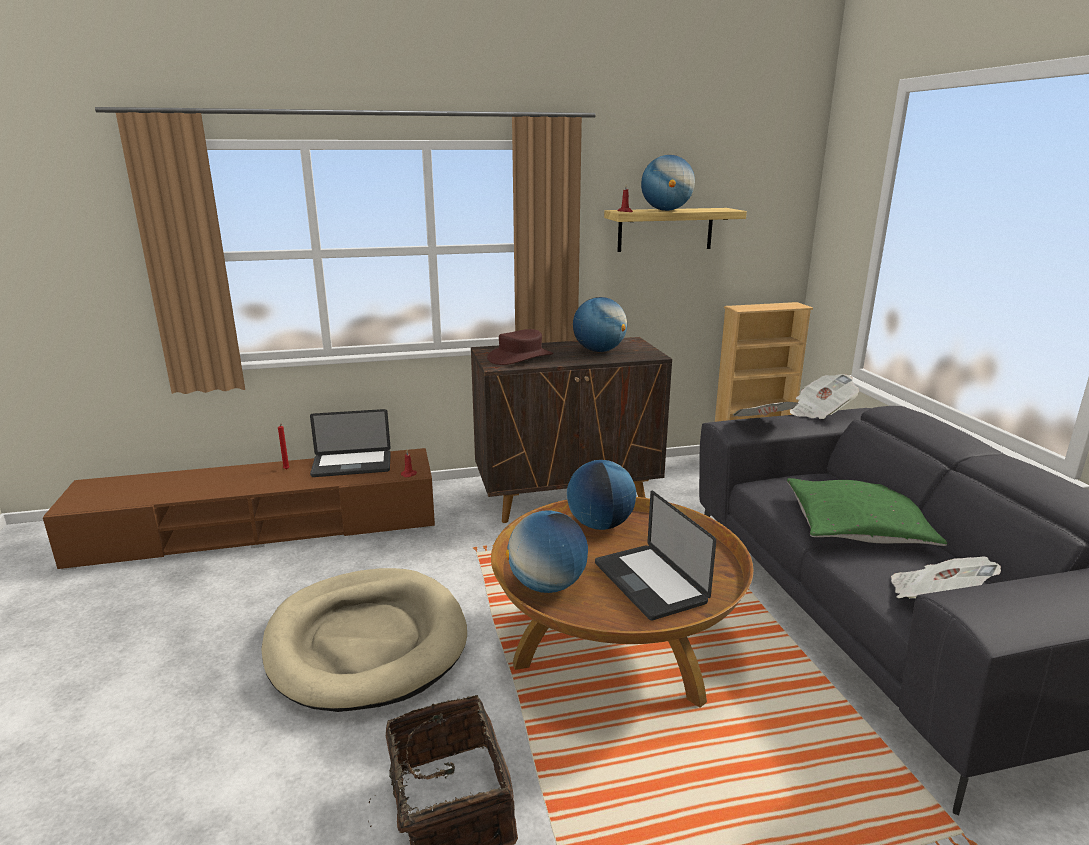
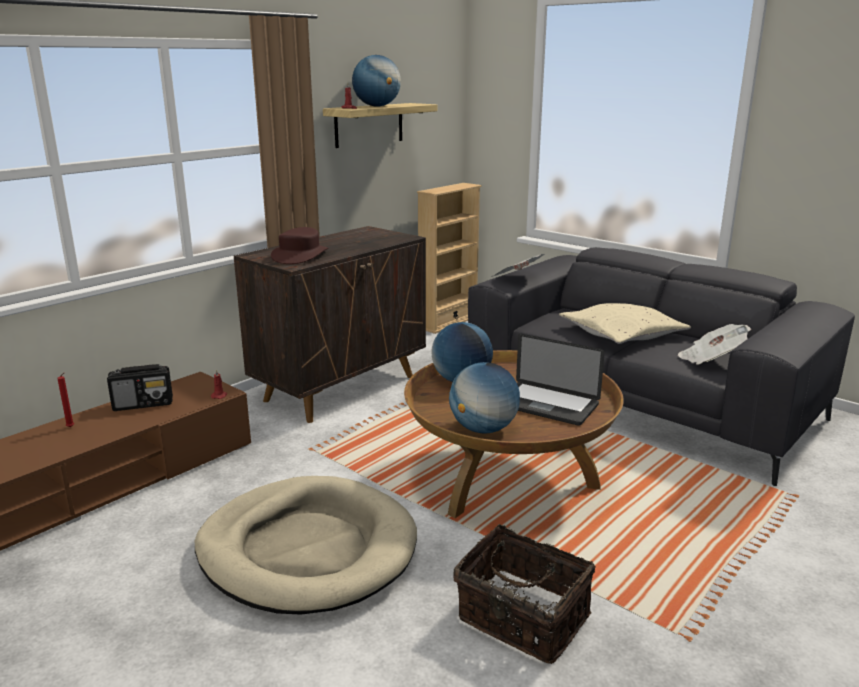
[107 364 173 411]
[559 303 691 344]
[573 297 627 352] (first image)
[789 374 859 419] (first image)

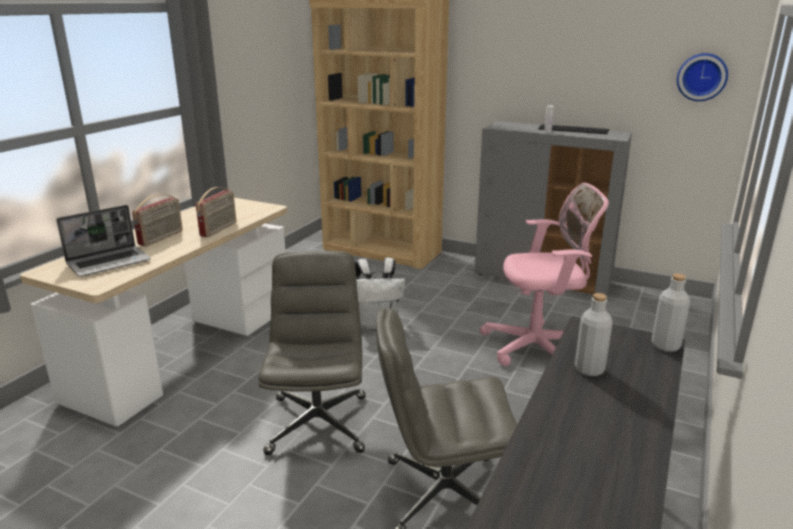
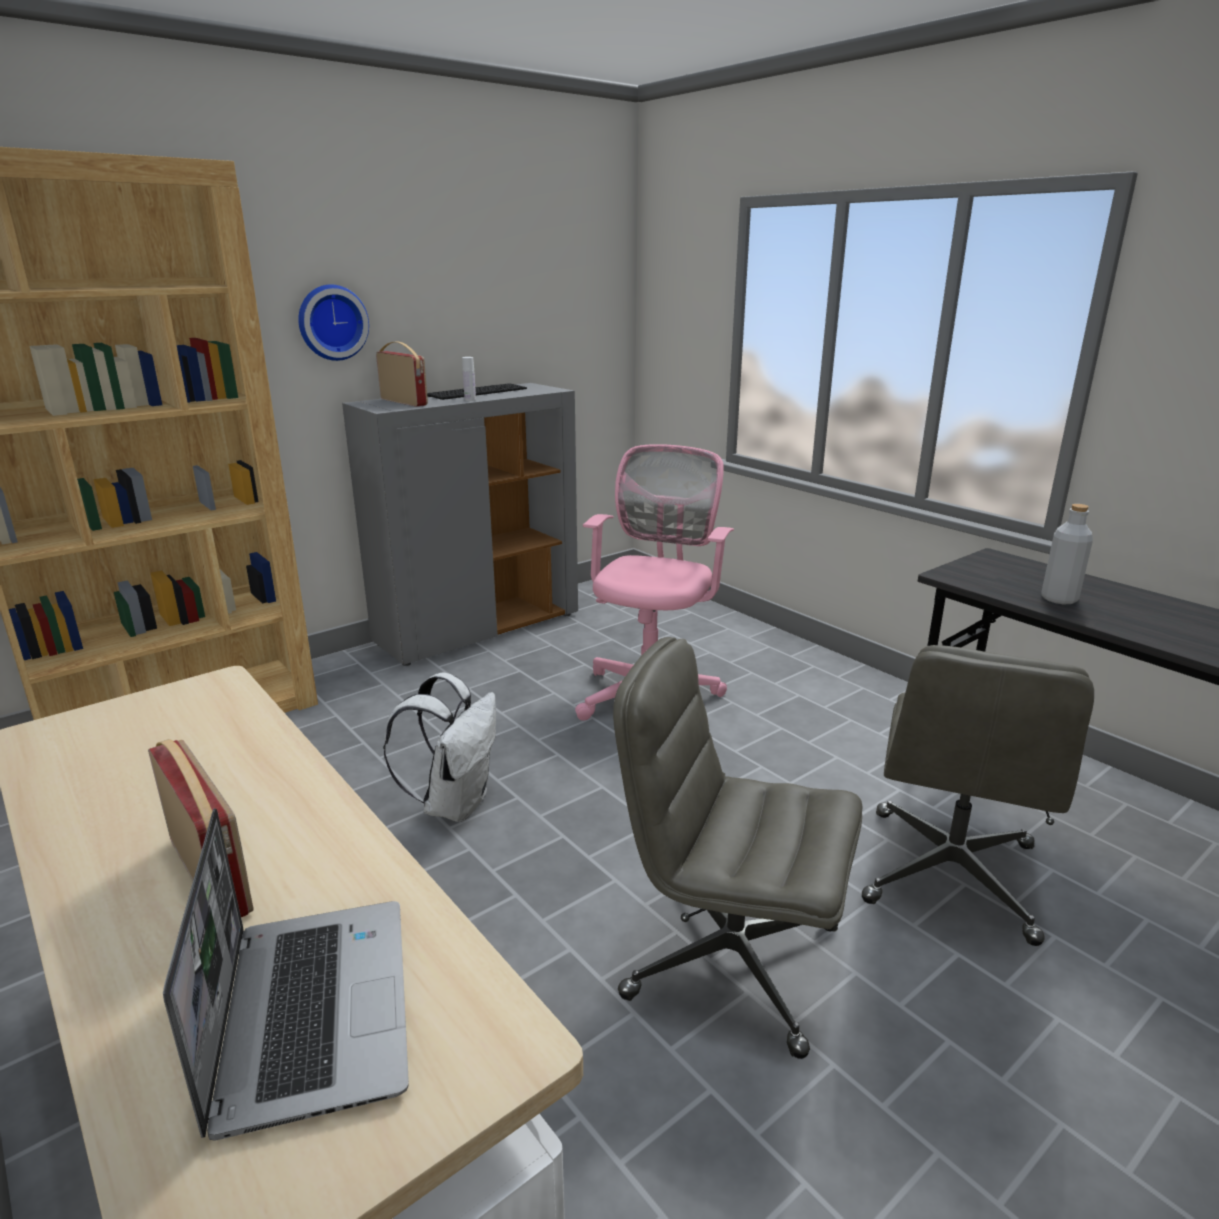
[298 284 369 361]
[376 341 428 407]
[652 273 690 352] (first image)

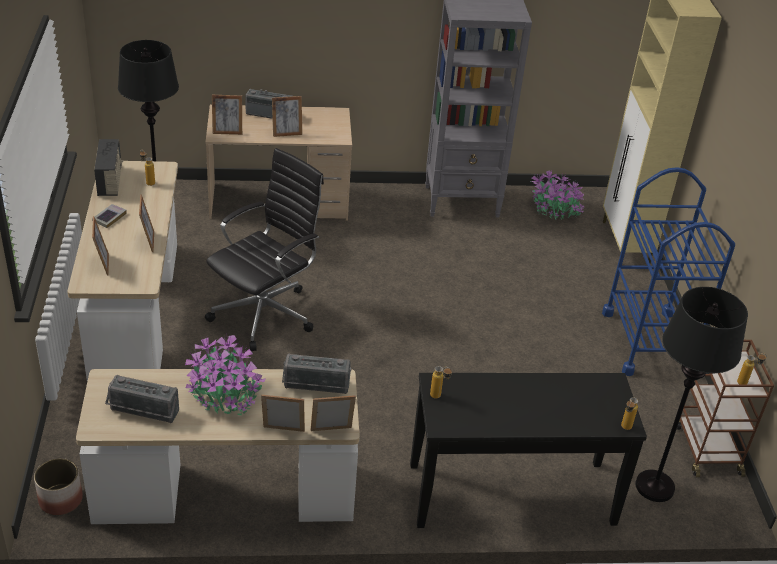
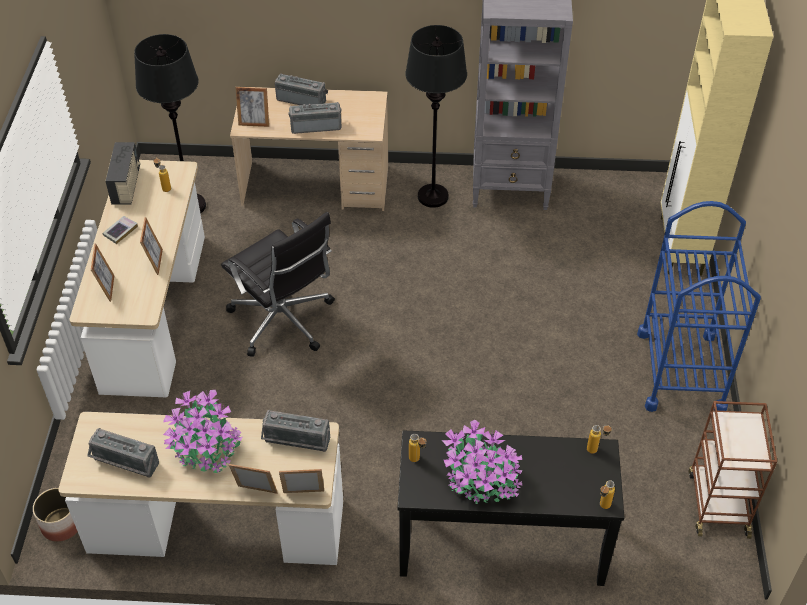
[221 212 335 357]
[288 102 342 134]
[405 25 467 208]
[442 420 523 504]
[587 425 612 454]

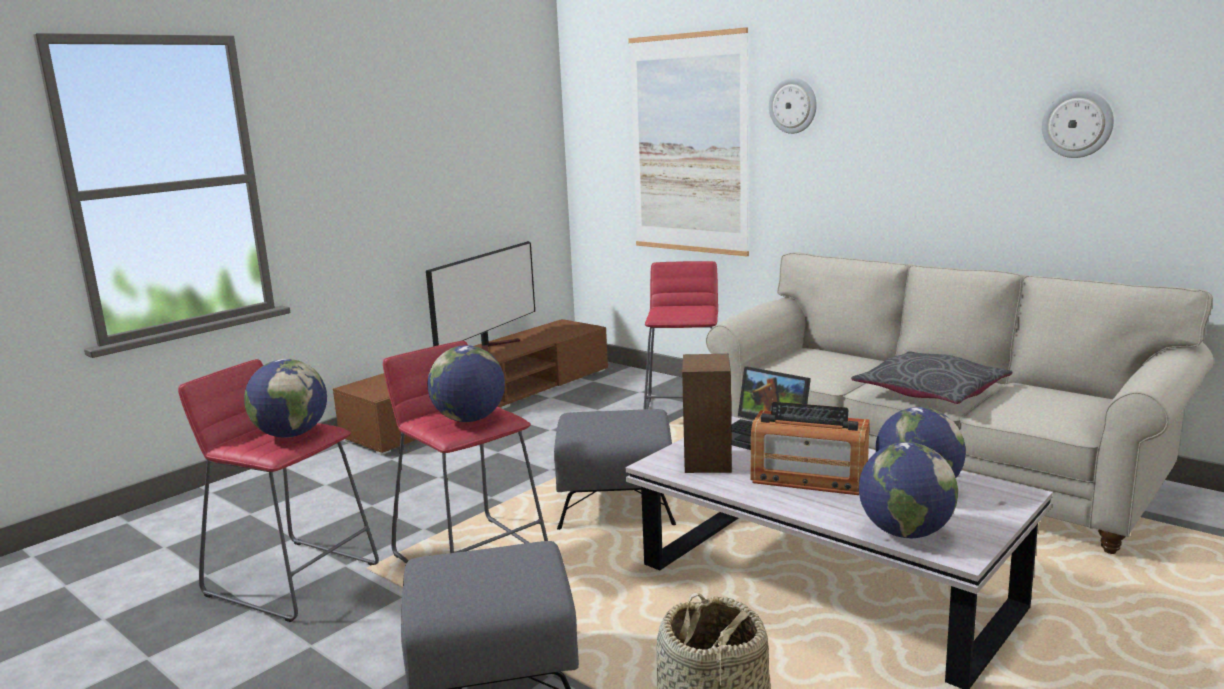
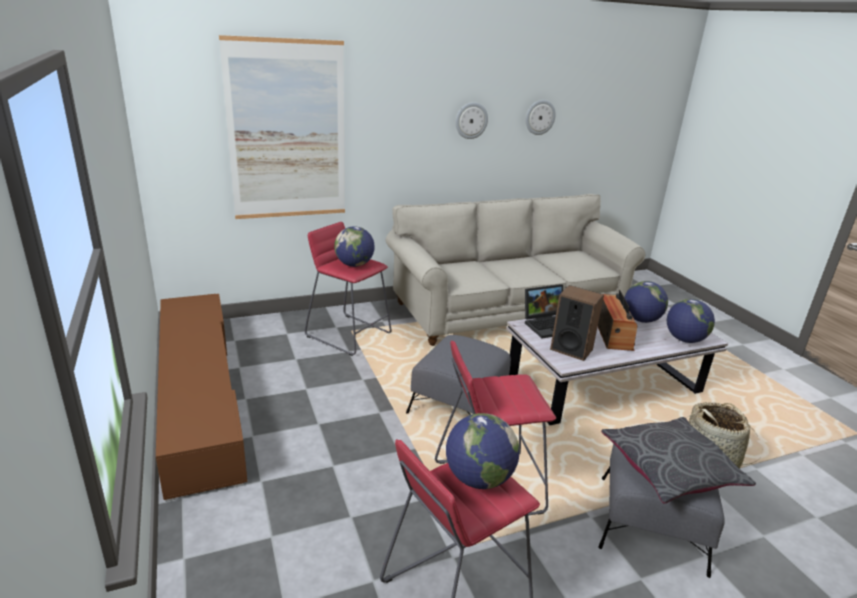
[334 226 375 267]
[455 102 488 139]
[598 290 637 351]
[601 417 756 504]
[426 241 535 352] (first image)

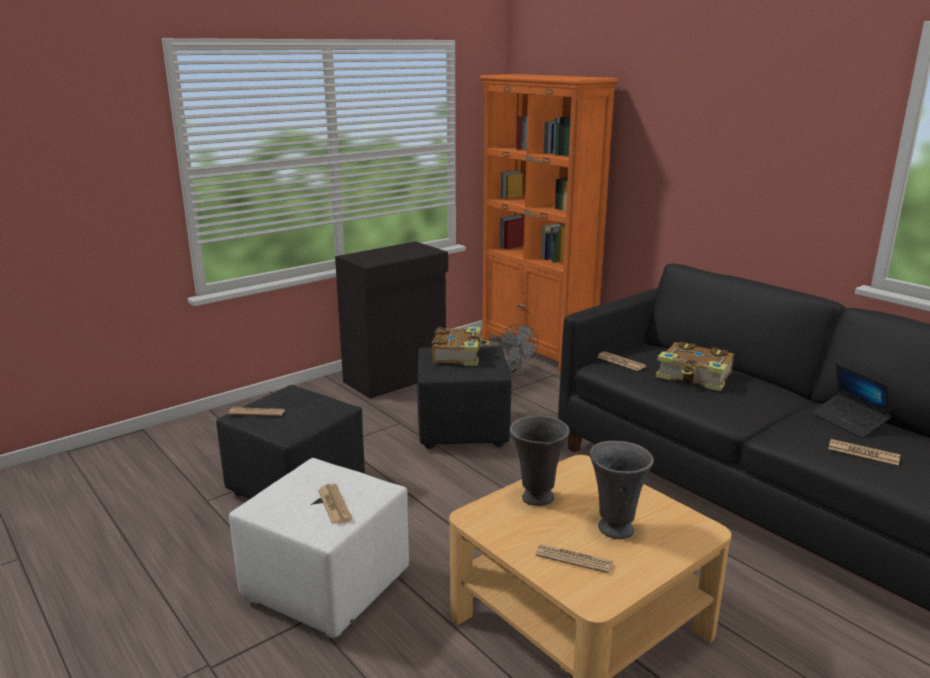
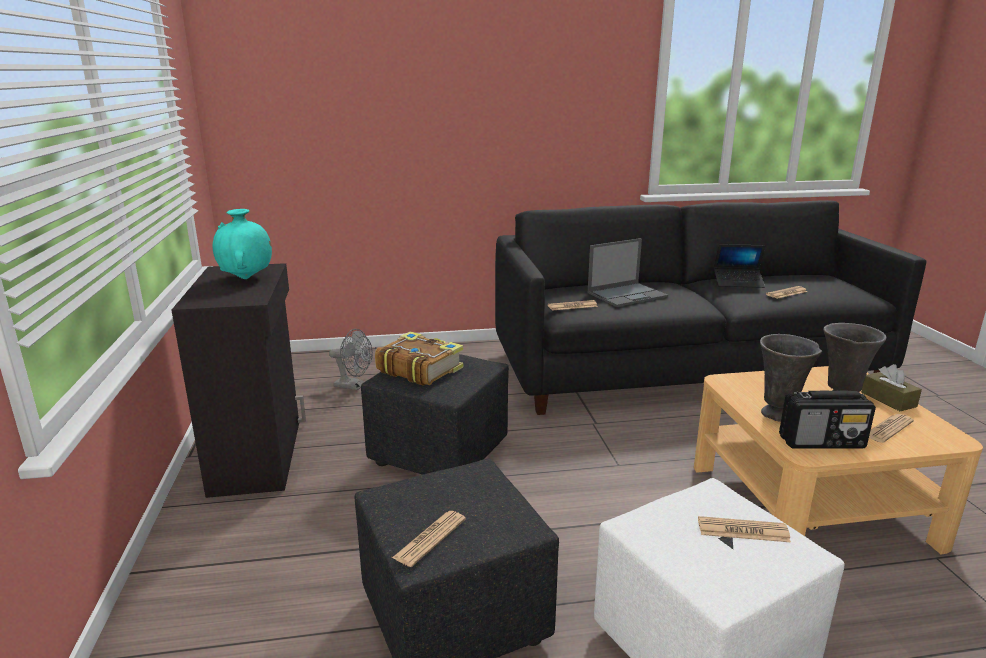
[213 209 272 279]
[587 238 668 307]
[779 390 876 449]
[861 364 922 411]
[479 74 618 373] (first image)

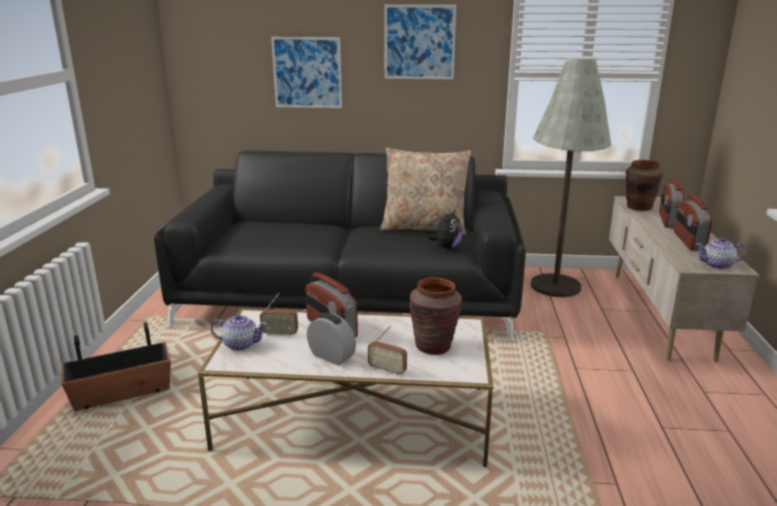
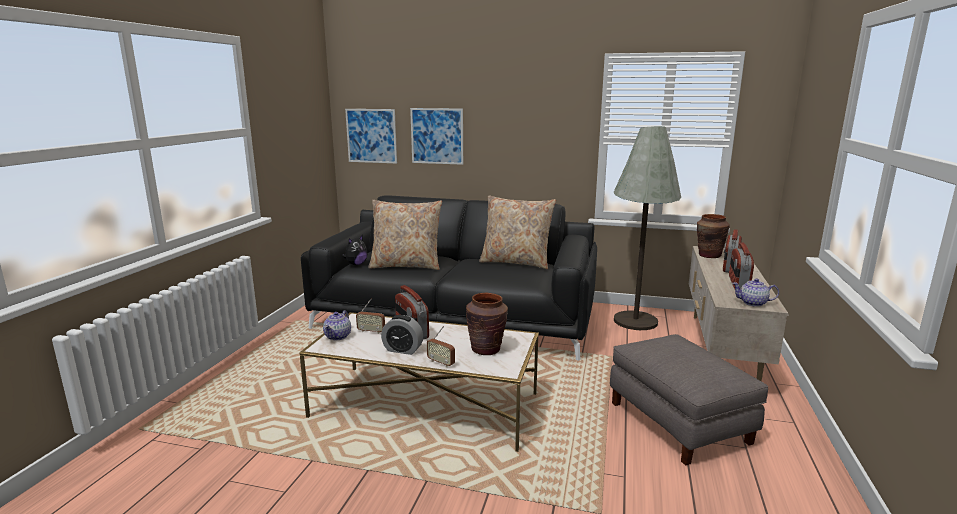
[323 310 351 340]
[342 235 368 265]
[345 109 397 164]
[369 200 442 270]
[381 315 423 355]
[610 334 768 465]
[62 322 171 411] (first image)

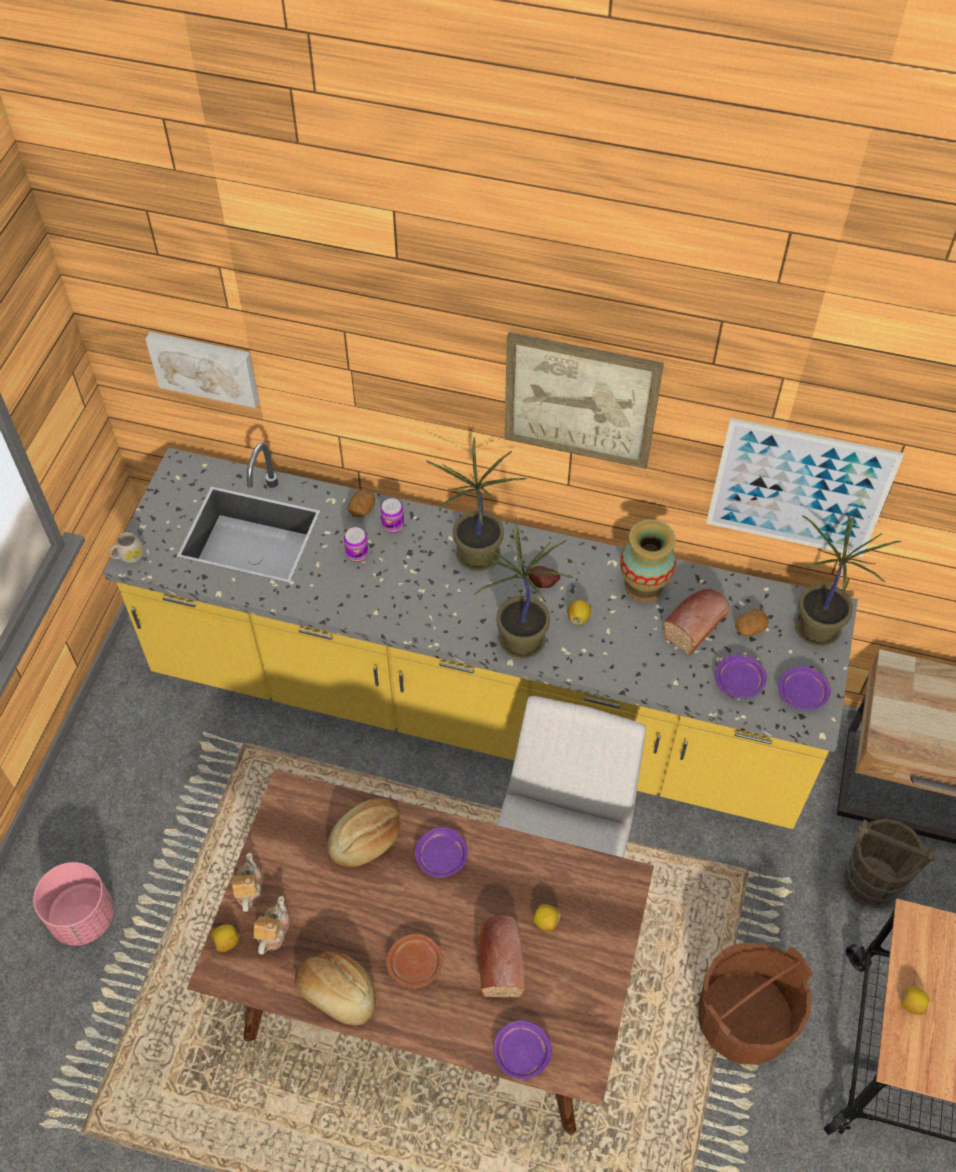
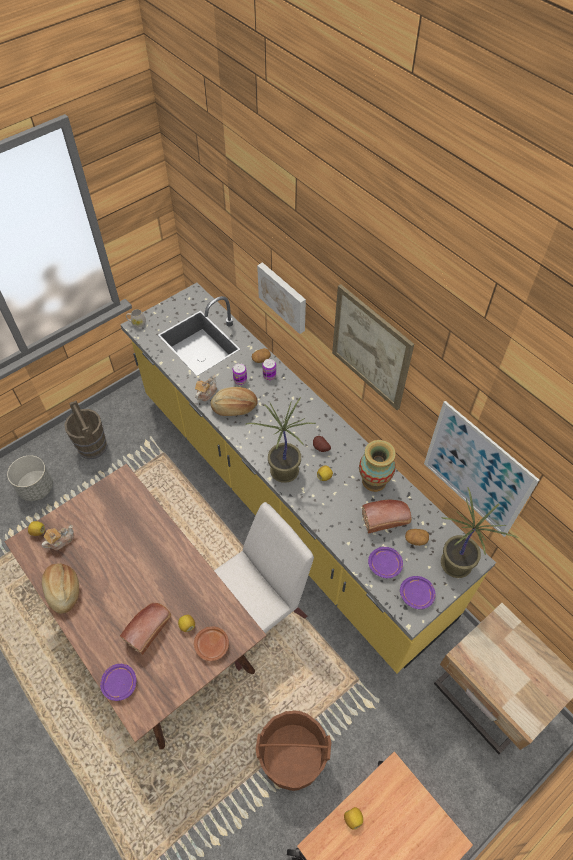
[7 455 53 501]
[64 401 108 459]
[194 626 229 661]
[195 375 217 401]
[211 387 258 416]
[257 262 306 334]
[415 827 468 878] (first image)
[426 437 527 572] (first image)

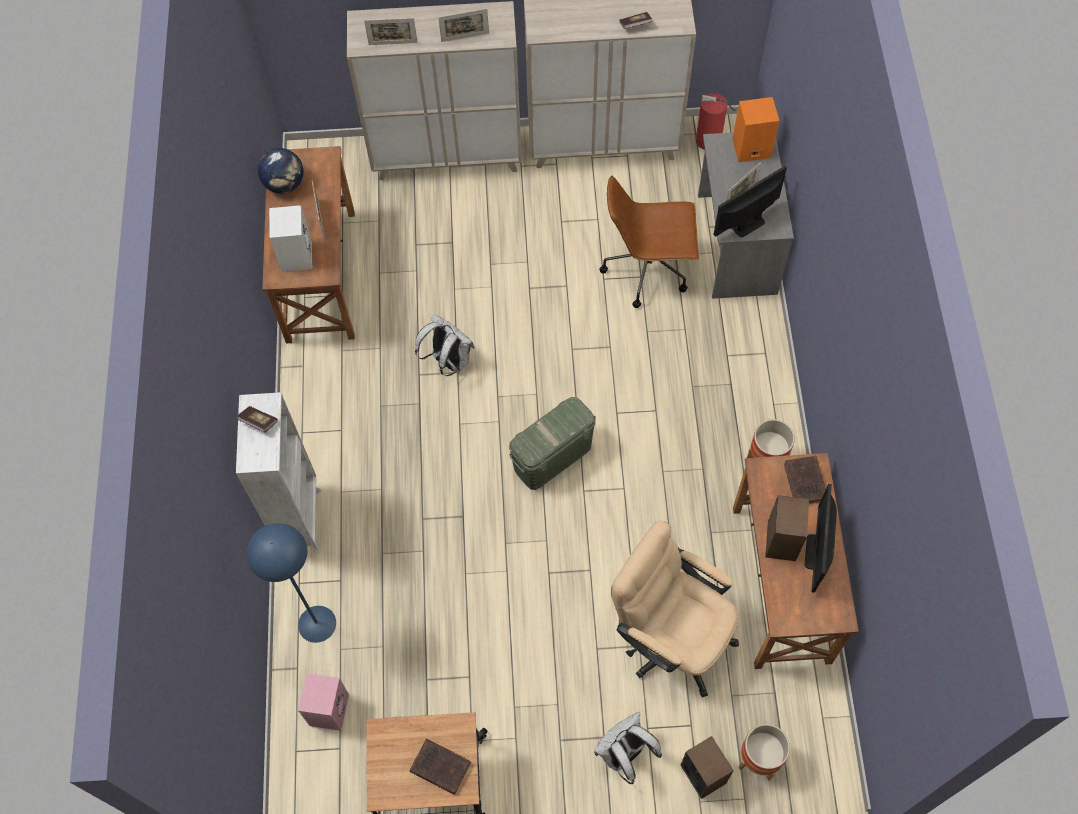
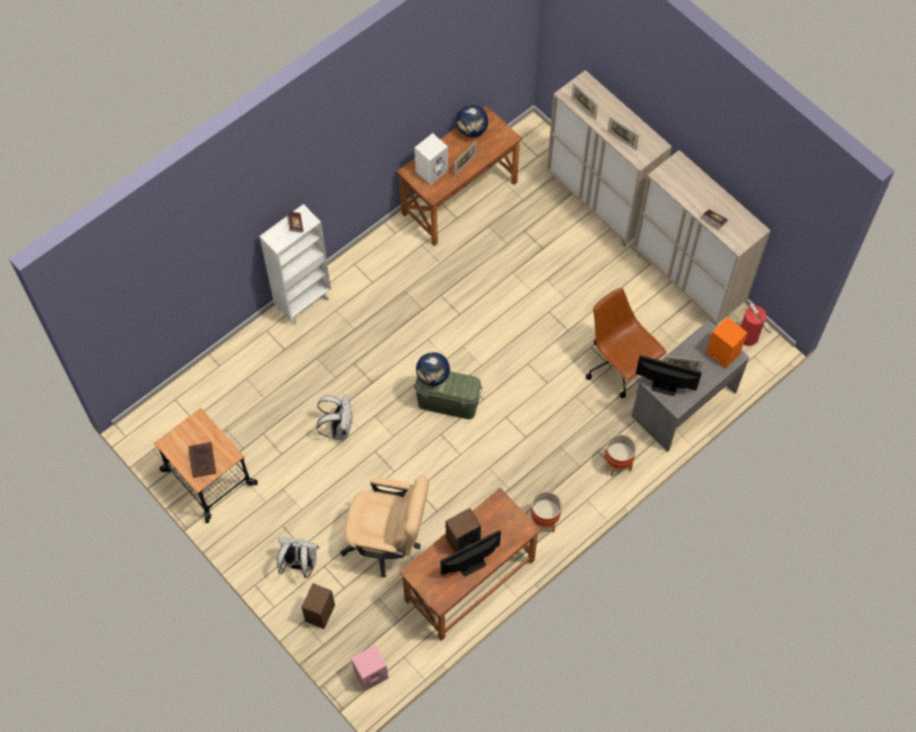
[316 394 353 440]
[340 475 429 577]
[351 645 389 691]
[416 352 450 386]
[604 434 636 476]
[247 523 336 643] (first image)
[784 456 826 504] (first image)

